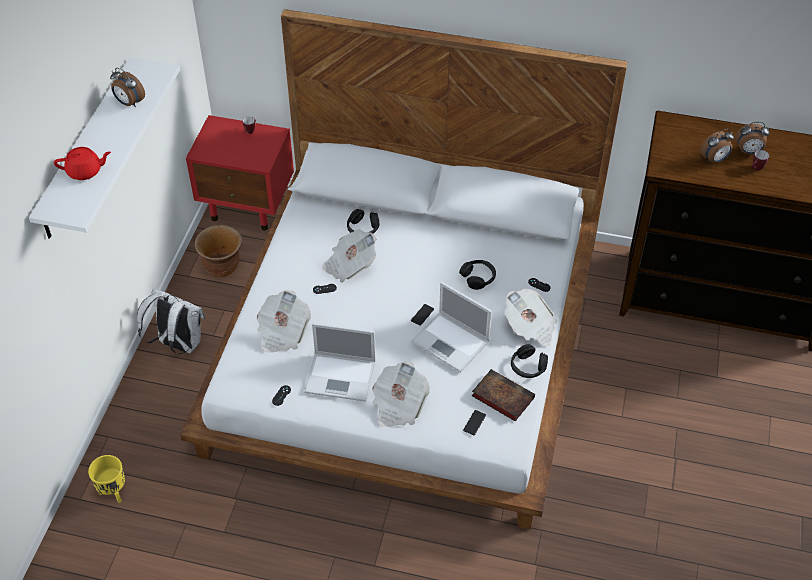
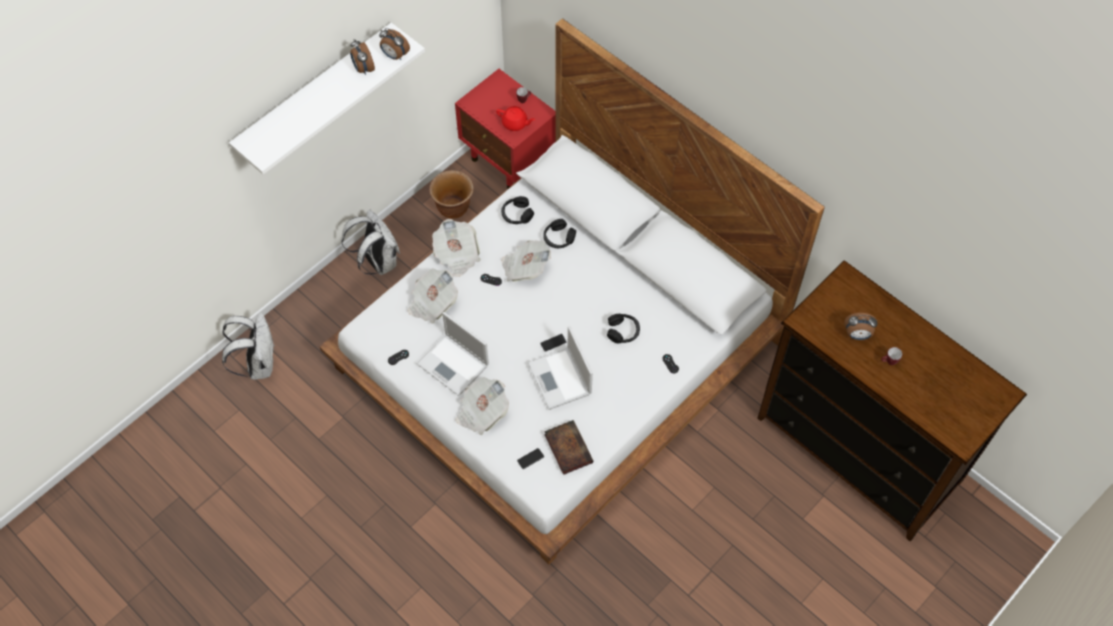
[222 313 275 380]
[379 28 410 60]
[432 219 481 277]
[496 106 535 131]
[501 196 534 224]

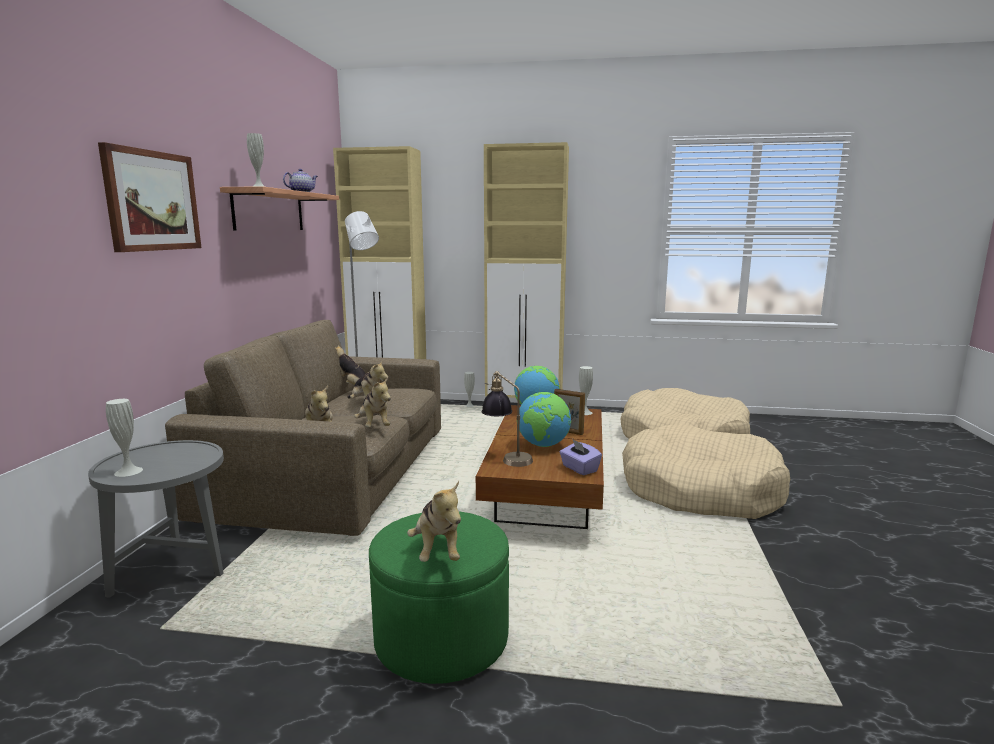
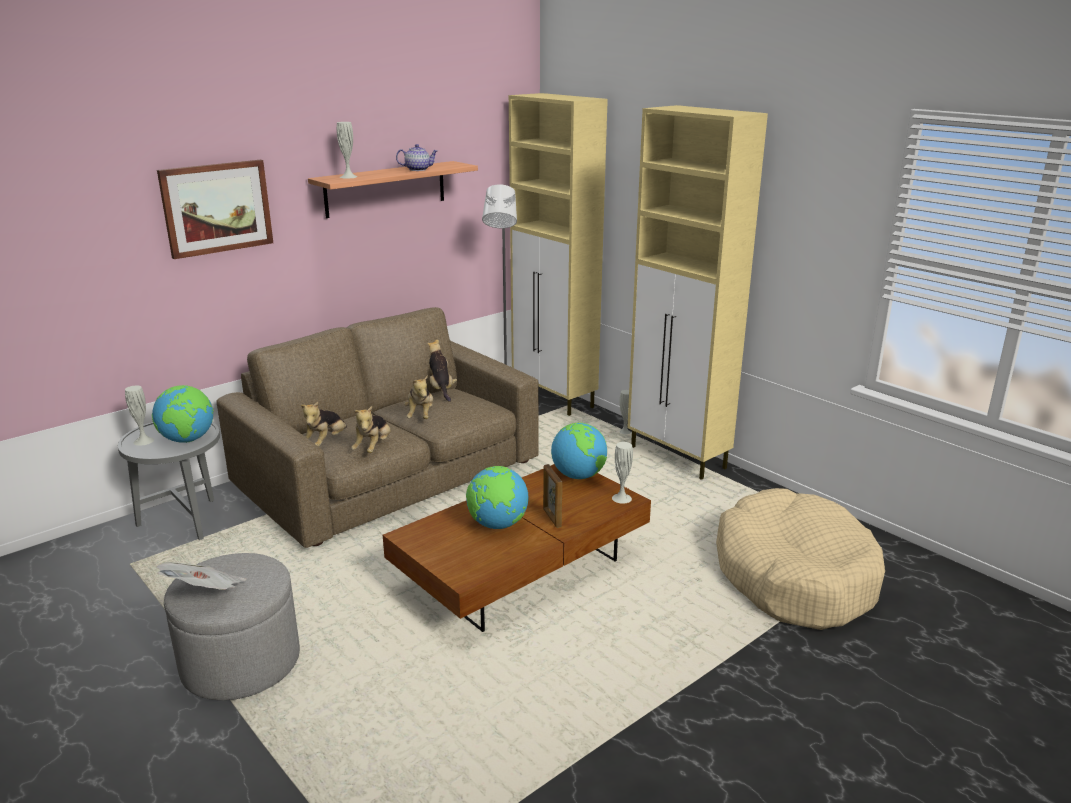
[152 385 214 443]
[156 562 247 590]
[164 553 300 700]
[482 371 533 467] (first image)
[560 439 602 475] (first image)
[622 424 790 519] (first image)

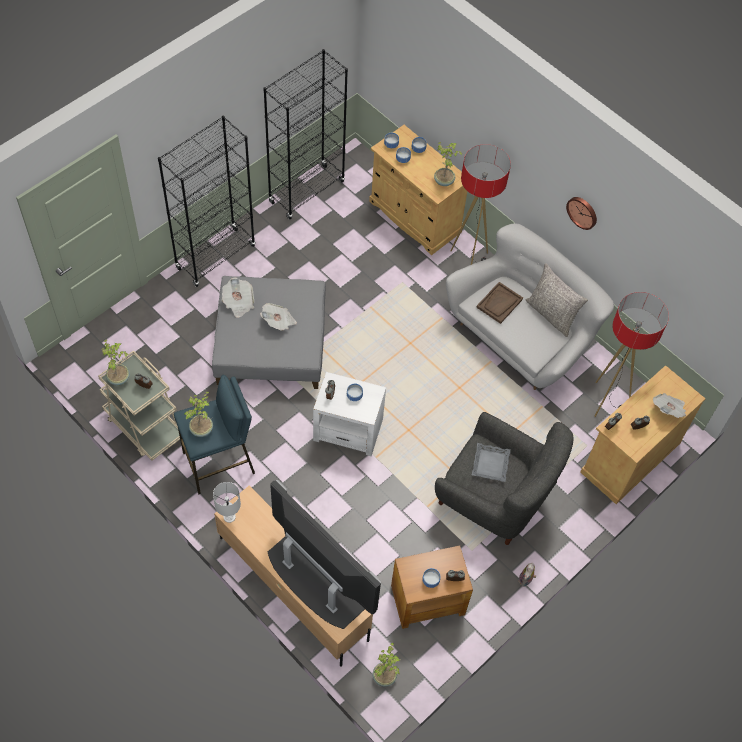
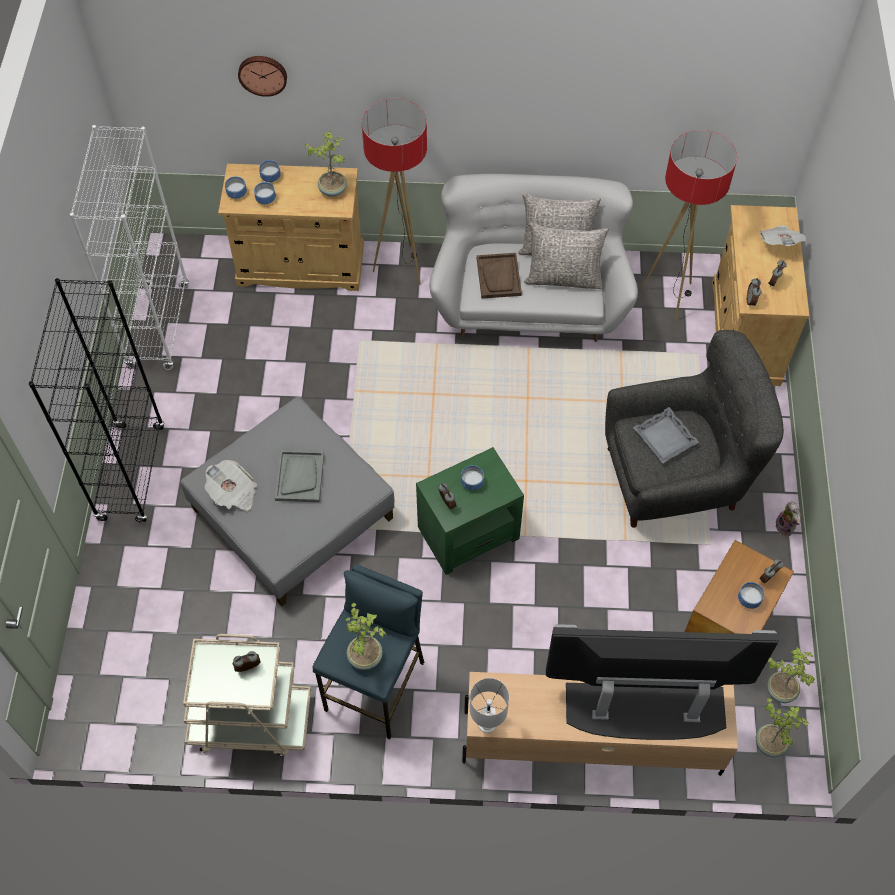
[70 125 189 370]
[238 56 287 97]
[275 450 324 502]
[416 447 524 575]
[524 222 609 289]
[767 647 815 703]

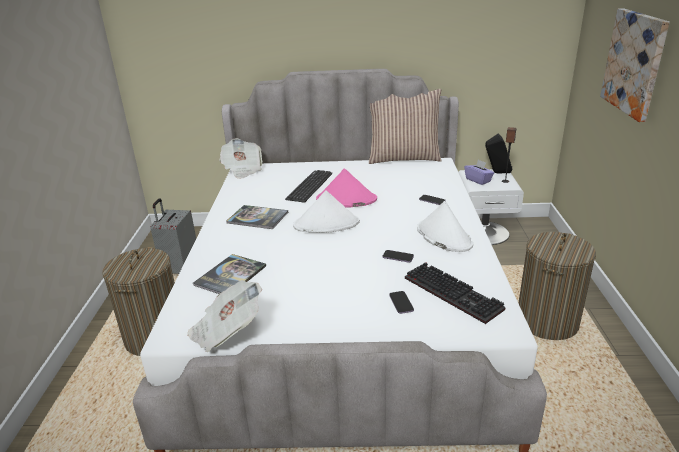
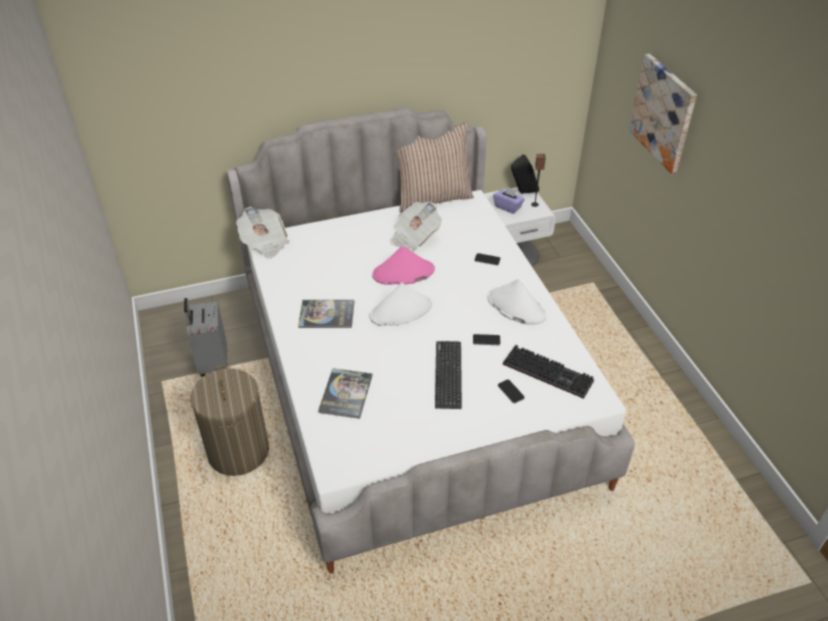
[390 202 441 251]
[435 341 462 409]
[518 232 596 340] (first image)

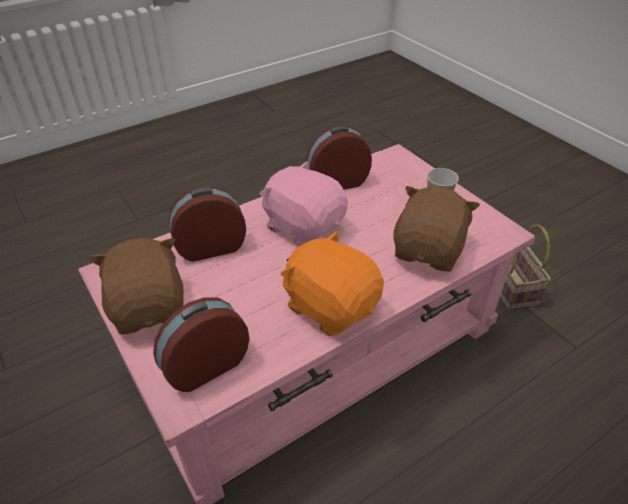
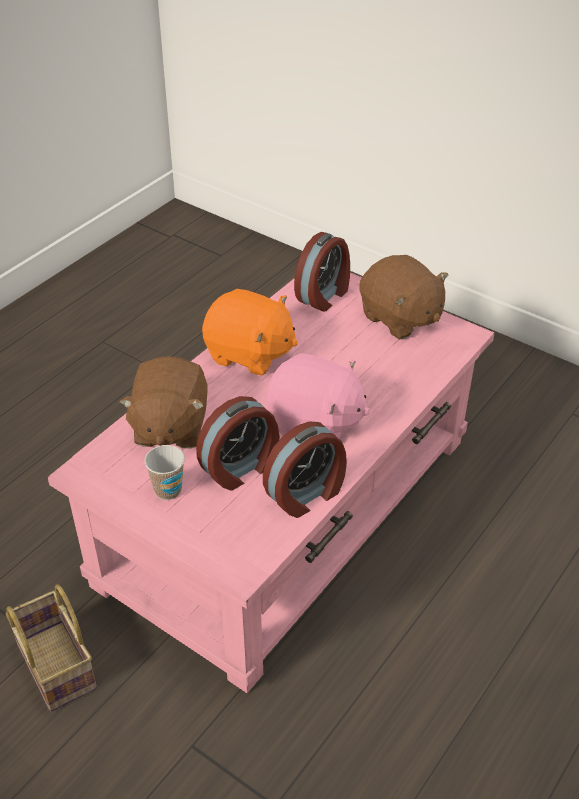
[196 396 280 491]

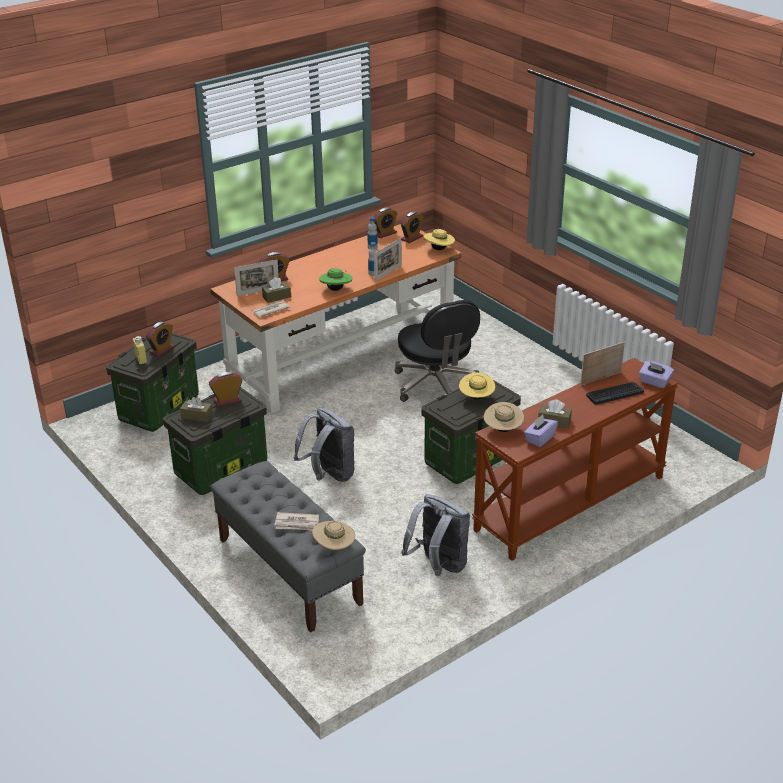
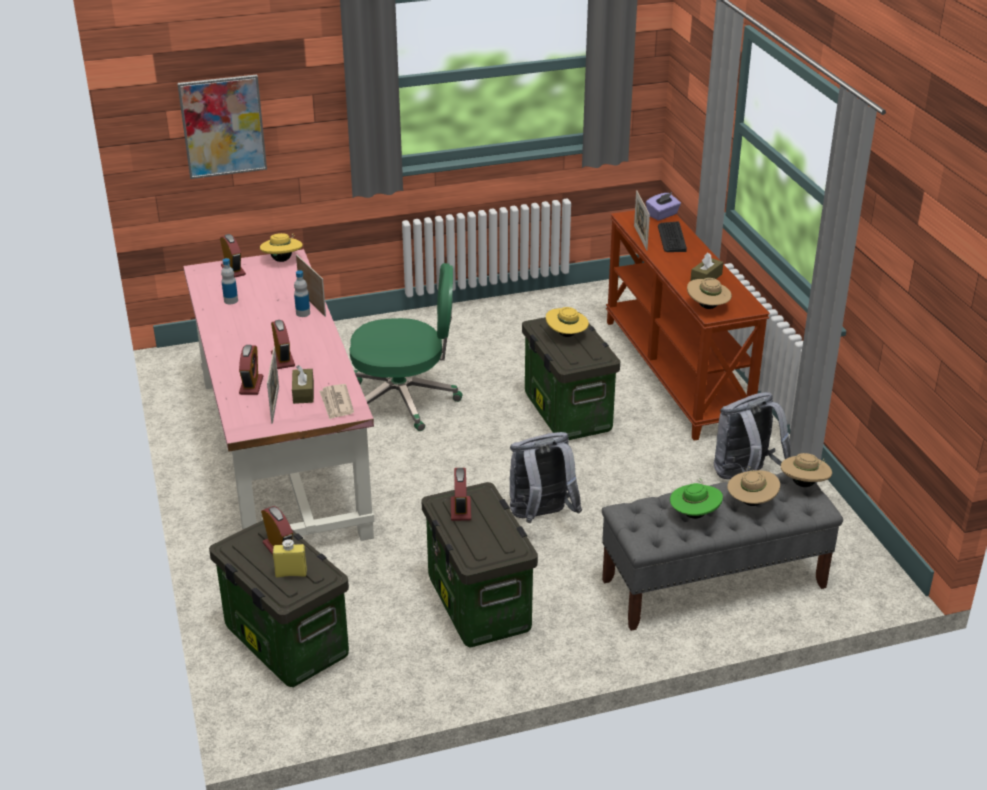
[177 75 267 179]
[183 249 375 541]
[271 320 295 369]
[349 263 462 431]
[670 478 723 519]
[727 466 780 506]
[180 397 213 422] (first image)
[524 415 558 447] (first image)

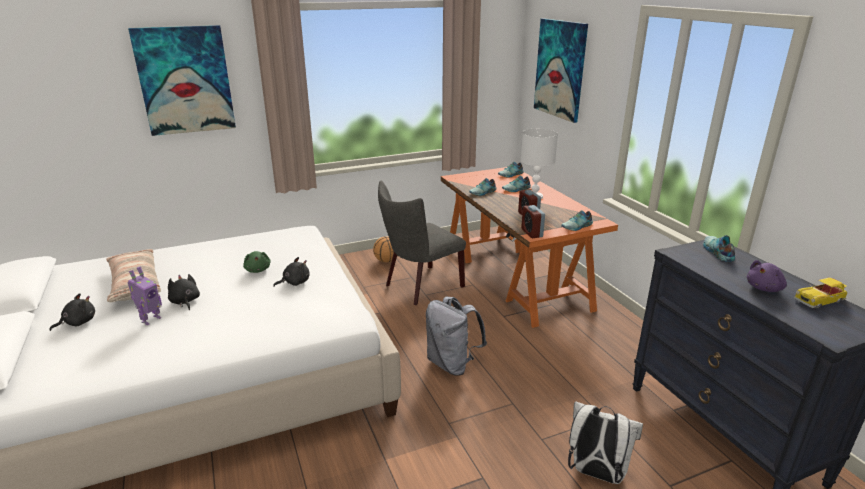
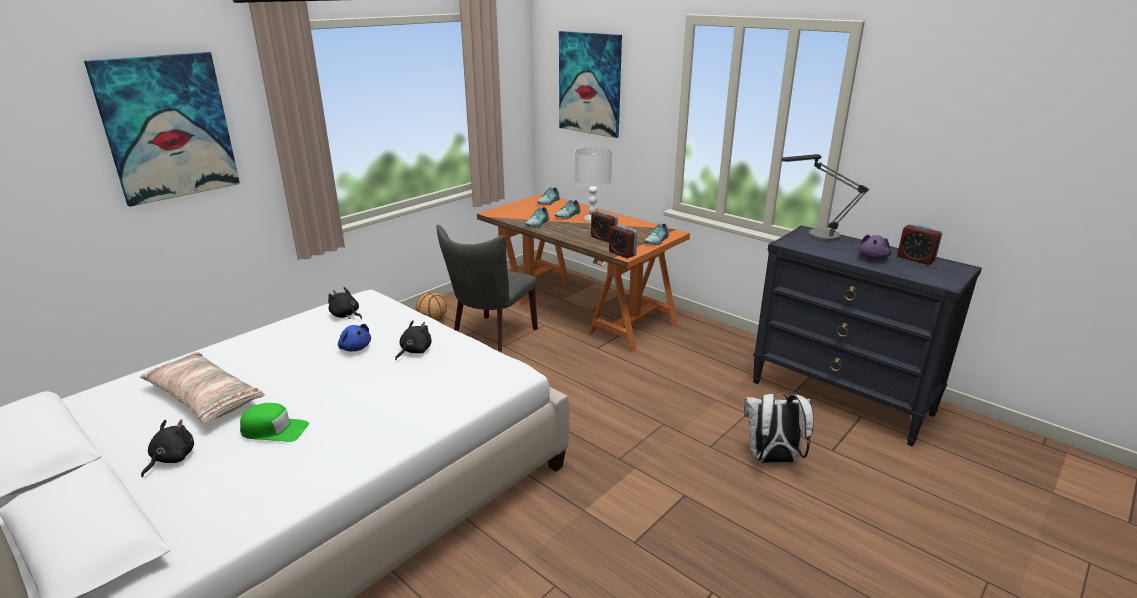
[240 403 309 442]
[328 287 362 319]
[338 324 371 352]
[781 154 869 242]
[897 224 943 265]
[426 297 487 376] (first image)

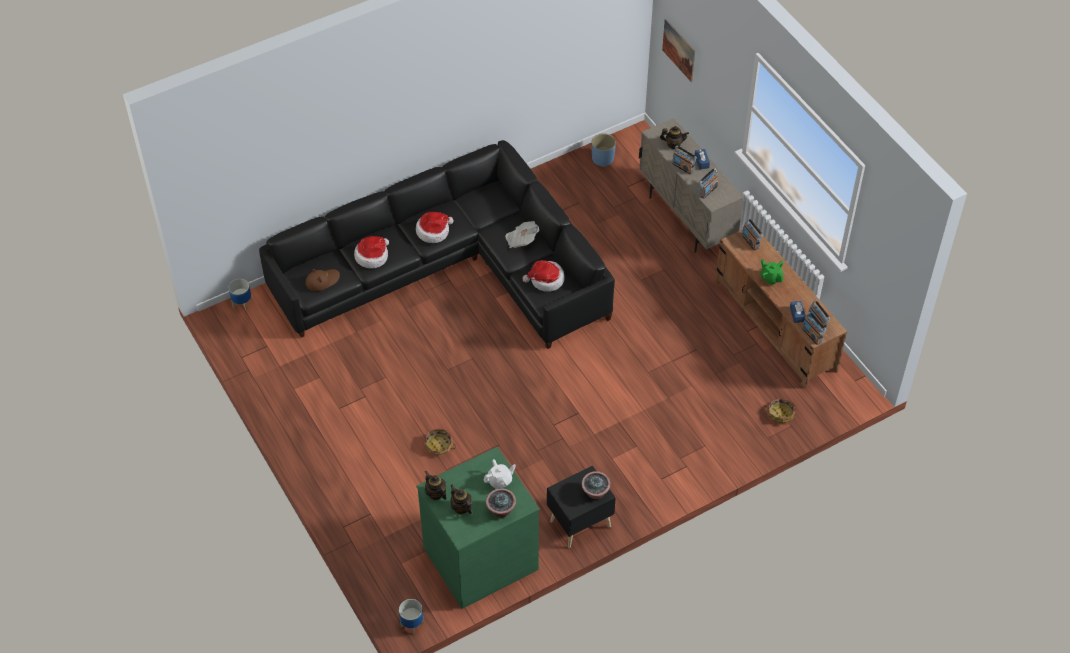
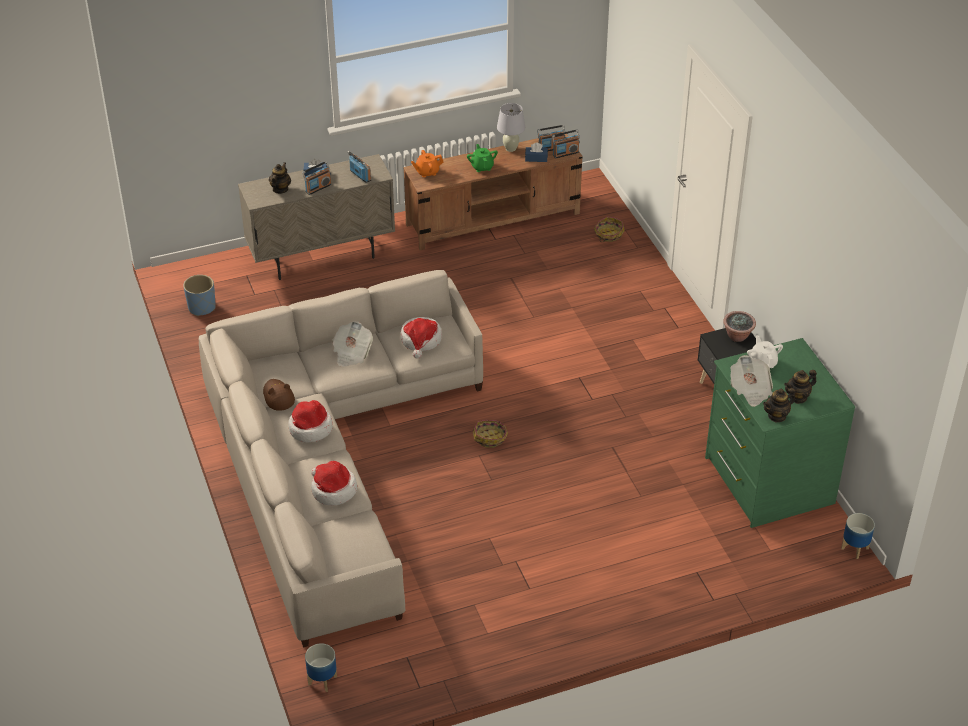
[199 270 483 648]
[263 379 295 411]
[411 150 443 178]
[467 144 498 172]
[473 420 508 448]
[497 103 525 152]
[730 355 773 407]
[486 488 516 518] (first image)
[662 19 695 82] (first image)

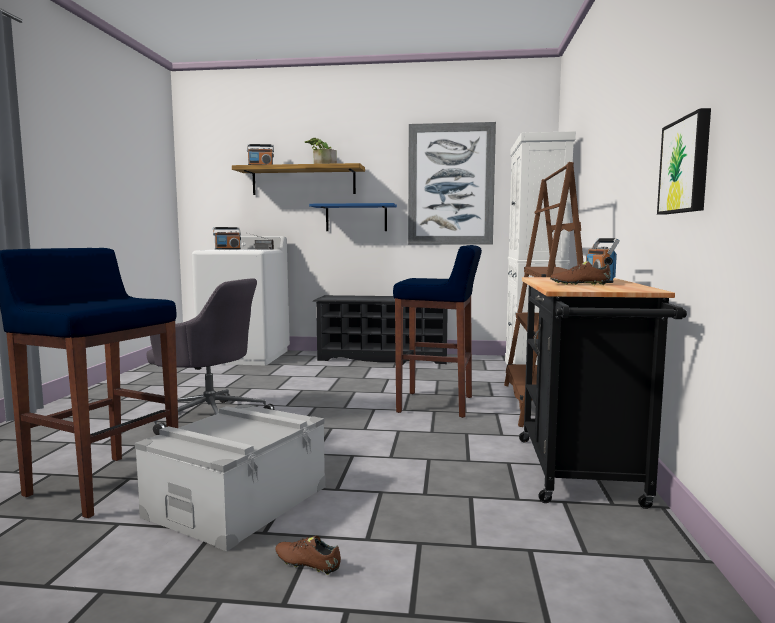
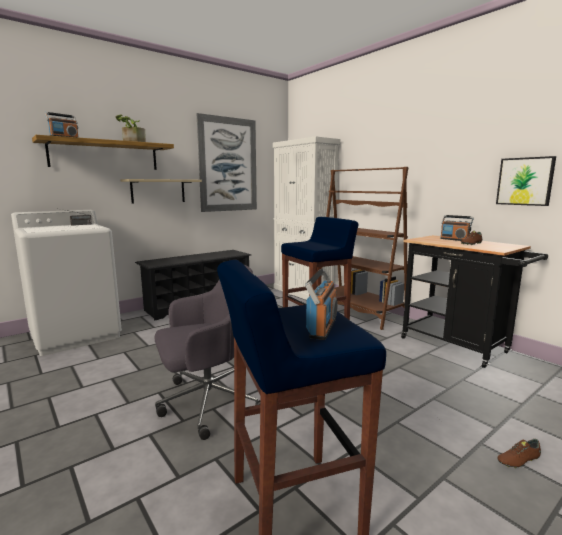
[120 179 202 203]
[305 268 338 340]
[135 404 325 552] (first image)

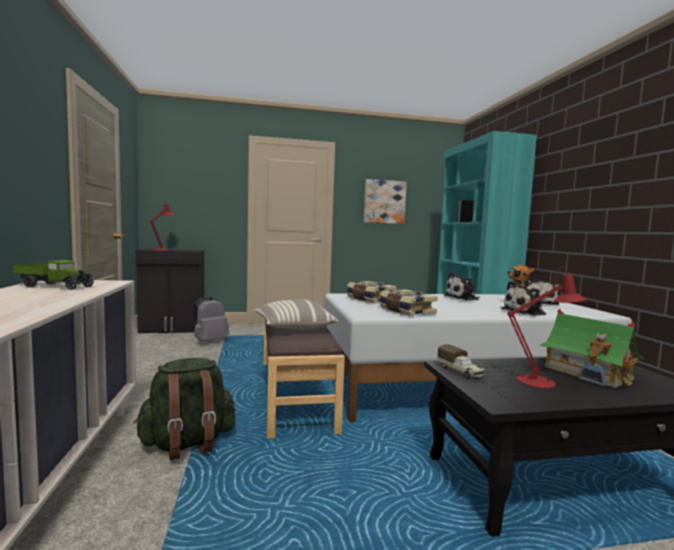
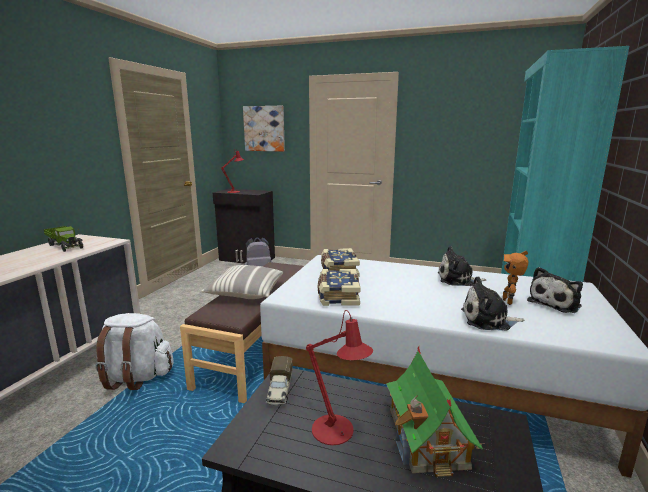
[95 313 174 390]
[243 106 285 152]

